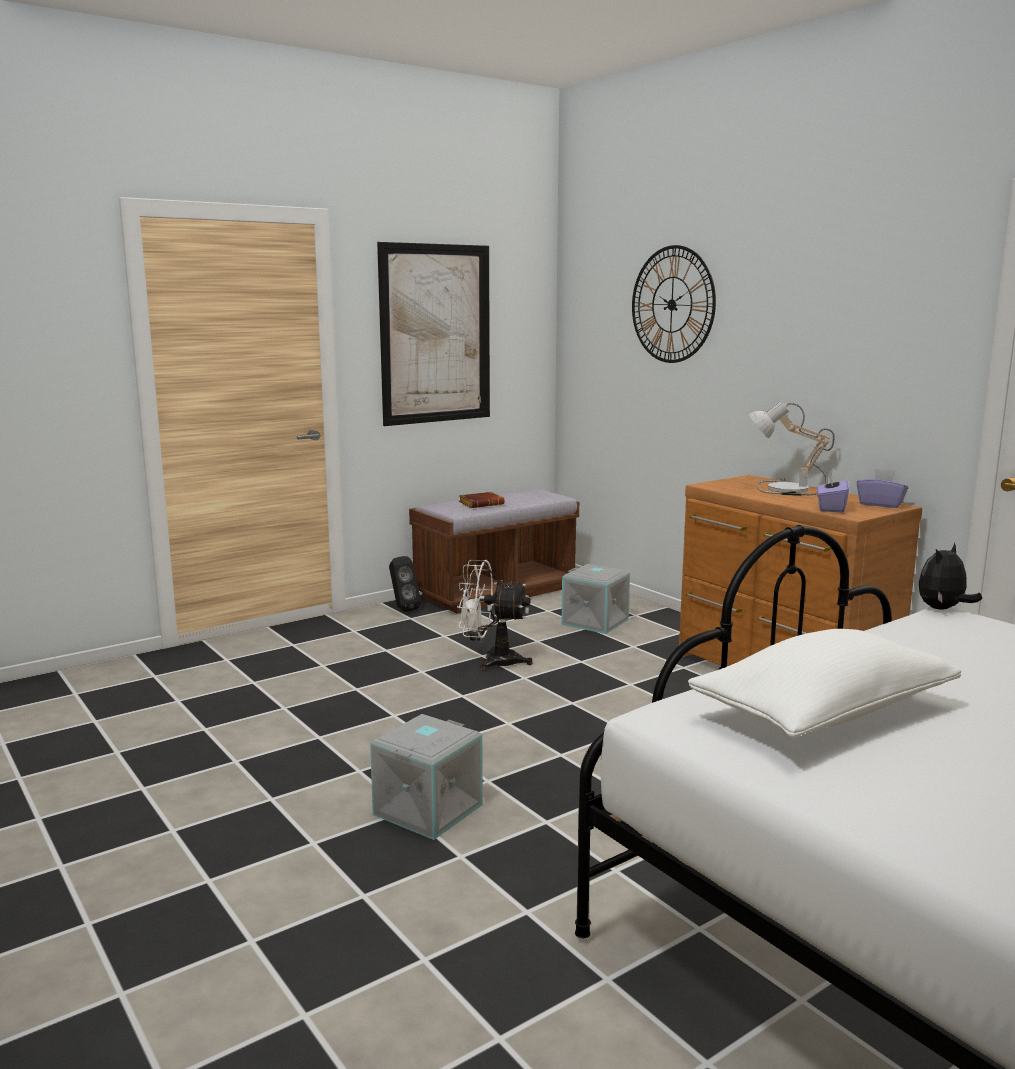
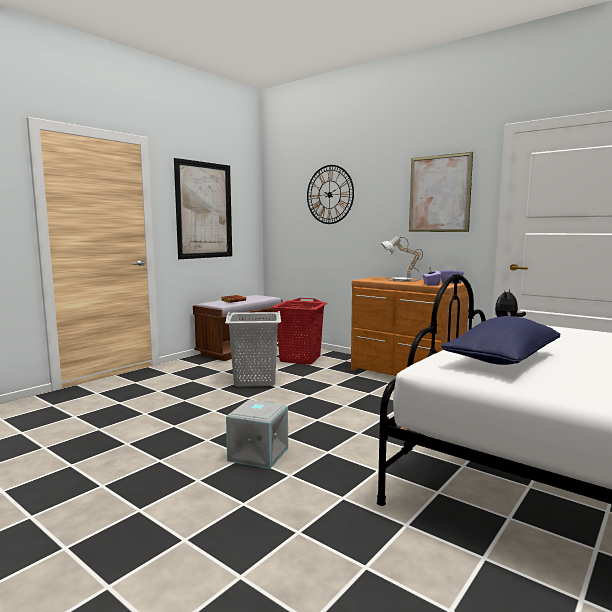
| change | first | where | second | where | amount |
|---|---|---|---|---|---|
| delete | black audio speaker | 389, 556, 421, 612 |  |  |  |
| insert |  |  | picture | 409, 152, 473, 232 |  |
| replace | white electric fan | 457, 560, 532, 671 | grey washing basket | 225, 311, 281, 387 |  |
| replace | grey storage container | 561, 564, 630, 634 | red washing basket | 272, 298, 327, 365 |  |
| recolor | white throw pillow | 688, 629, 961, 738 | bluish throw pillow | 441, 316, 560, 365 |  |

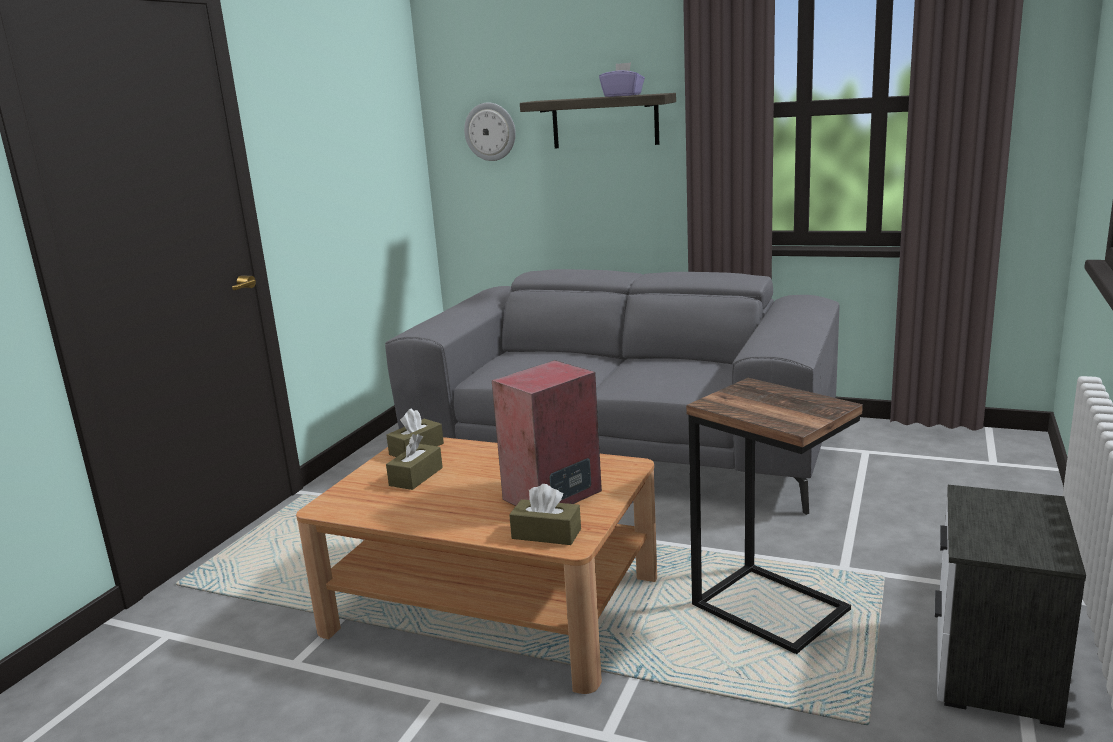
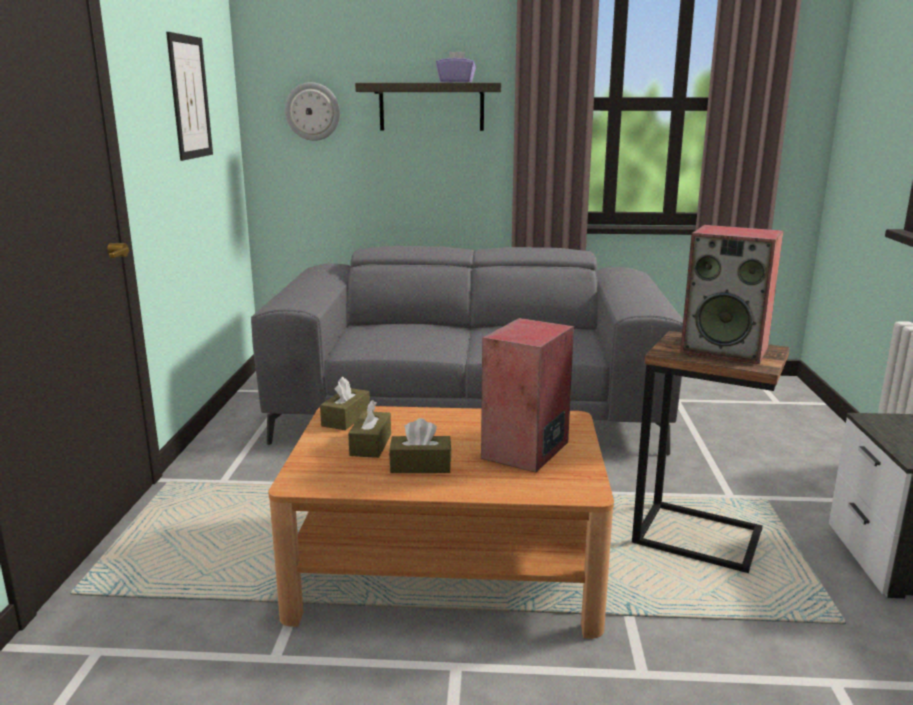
| change | first | where | second | where | amount |
|---|---|---|---|---|---|
| insert |  |  | picture | 166, 32, 213, 161 |  |
| insert |  |  | audio speaker | 680, 225, 783, 364 |  |
| move | brown box of tissues | 509, 484, 581, 545 |  | 389, 418, 451, 473 |  |

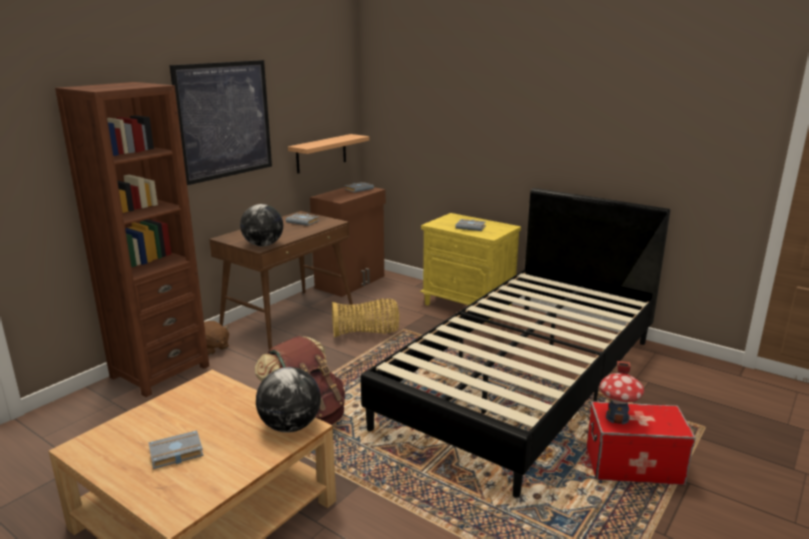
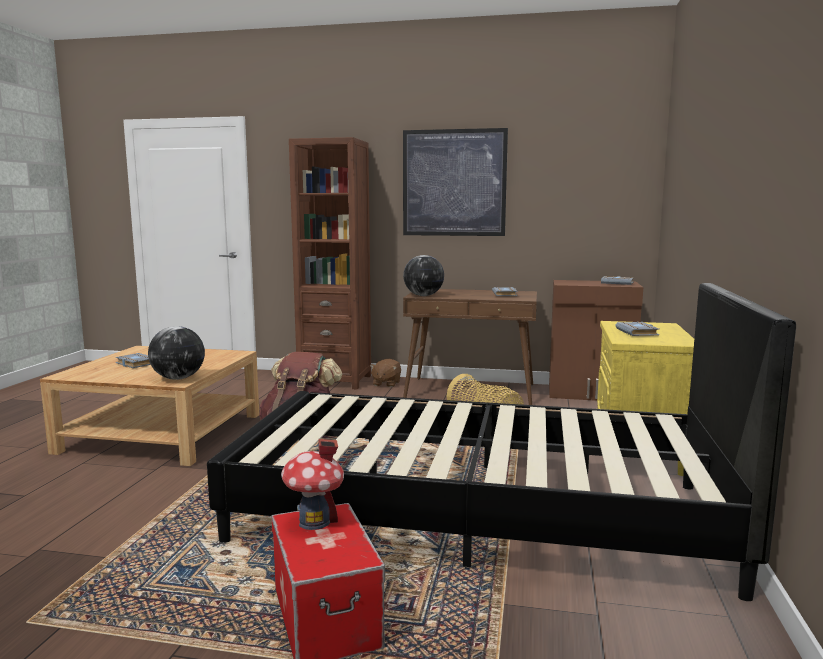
| change | first | where | second | where | amount |
|---|---|---|---|---|---|
| delete | bracket shelf | 288, 134, 369, 173 |  |  |  |

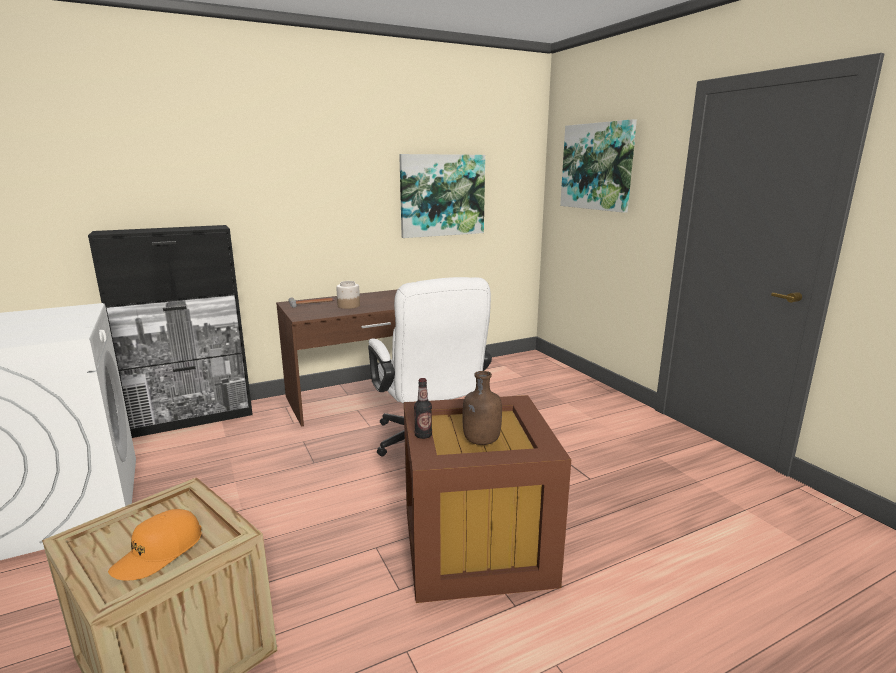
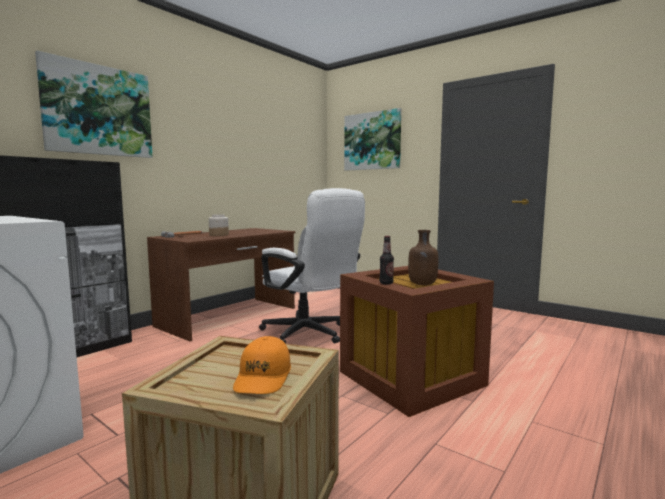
| change | first | where | second | where | amount |
|---|---|---|---|---|---|
| move | picture | 399, 154, 485, 238 |  | 35, 51, 153, 158 |  |

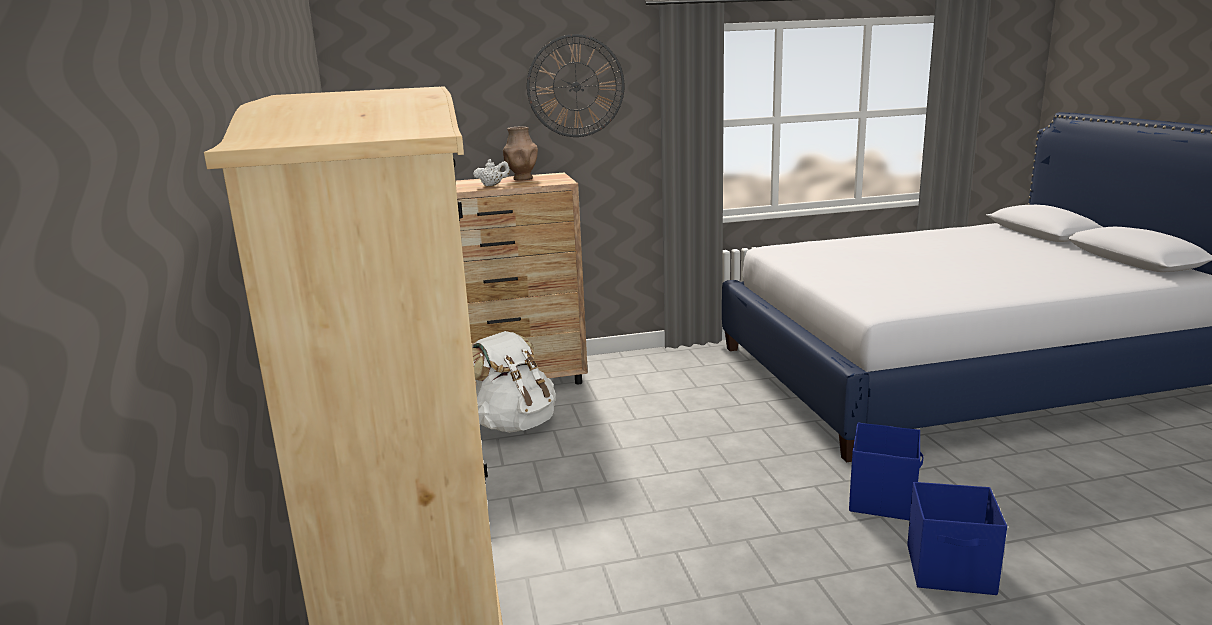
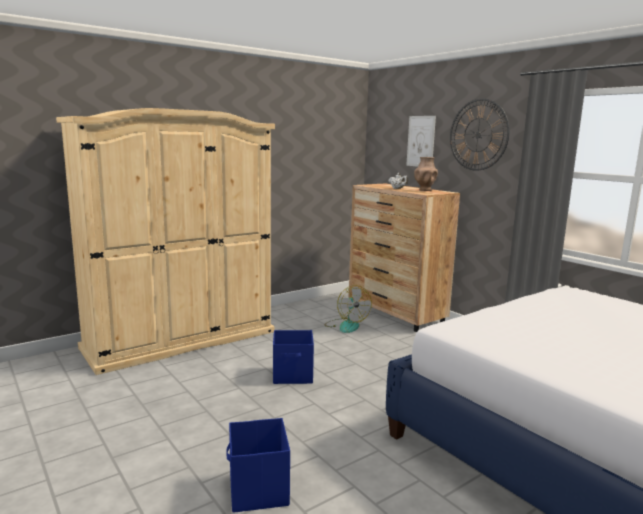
| change | first | where | second | where | amount |
|---|---|---|---|---|---|
| insert |  |  | picture | 406, 116, 436, 167 |  |
| move | bluish storage container | 849, 422, 923, 520 |  | 273, 330, 314, 384 |  |
| replace | white knapsack | 472, 331, 556, 433 | electric fan | 325, 285, 372, 333 |  |

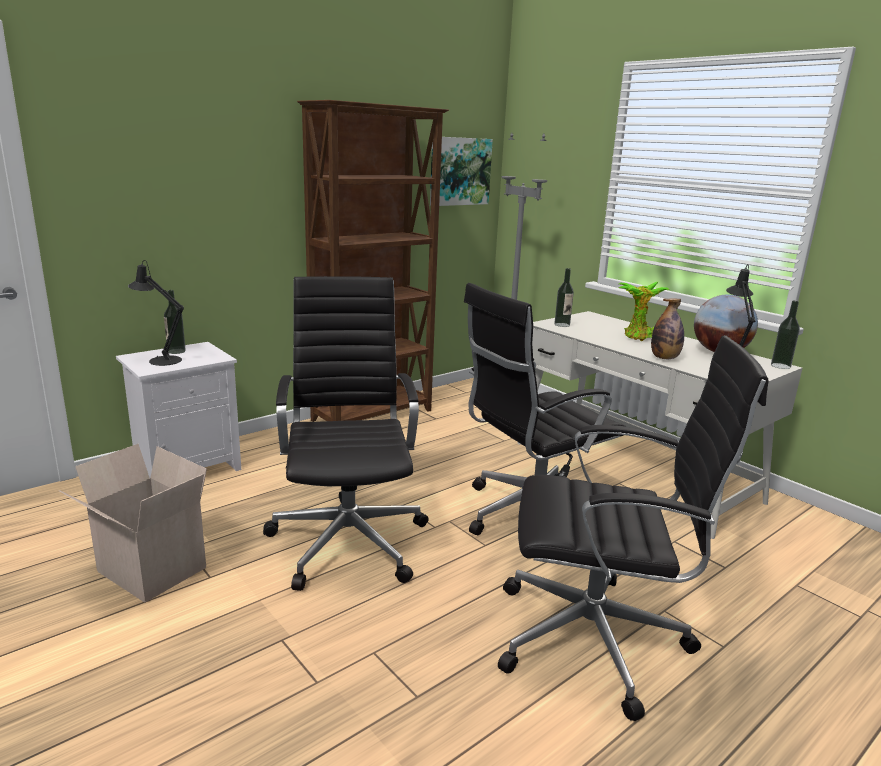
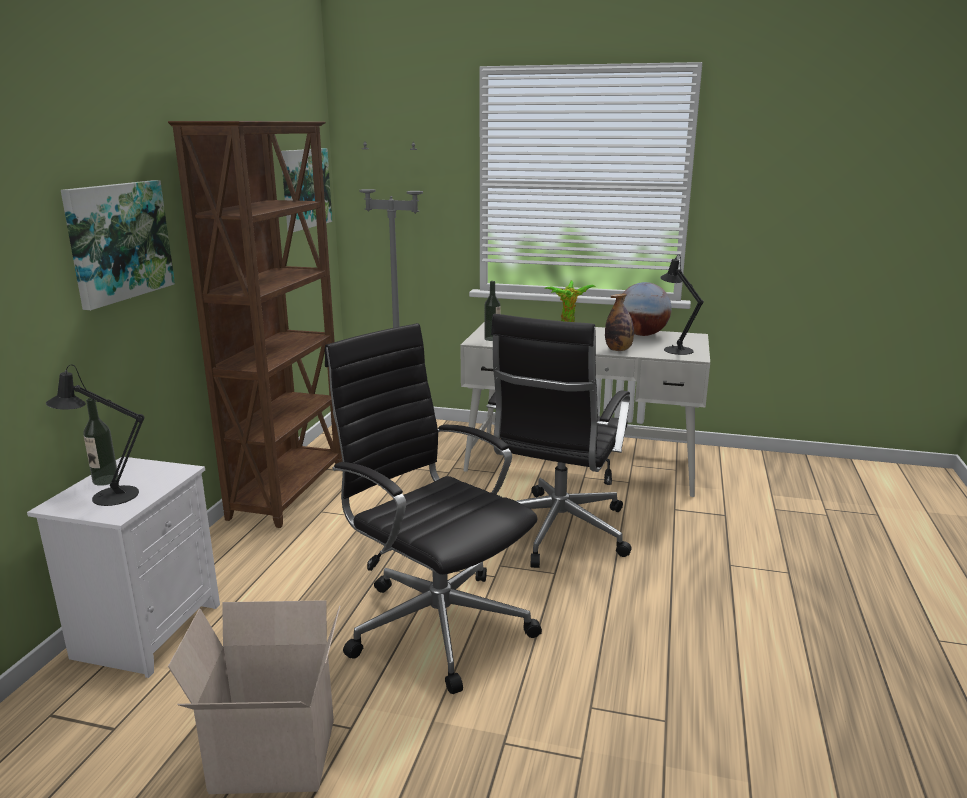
| change | first | where | second | where | amount |
|---|---|---|---|---|---|
| delete | black office chair | 498, 335, 768, 721 |  |  |  |
| delete | bottle | 771, 300, 800, 369 |  |  |  |
| insert |  |  | picture | 61, 180, 175, 310 |  |

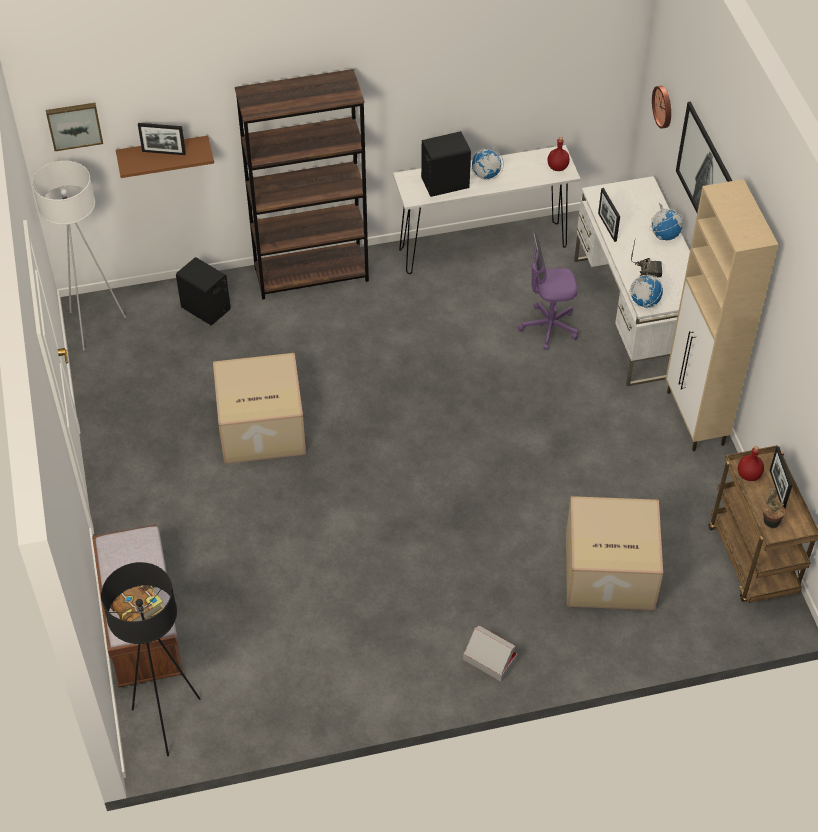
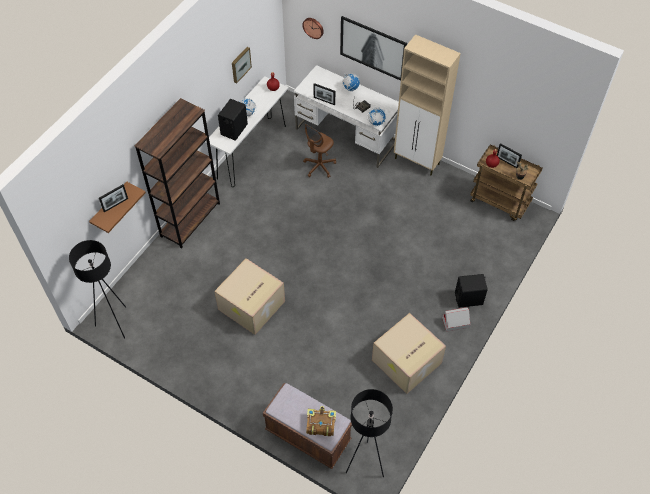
| change | first | where | second | where | amount |
|---|---|---|---|---|---|
| move | picture | 46, 103, 103, 151 |  | 232, 47, 252, 83 |  |
| move | black audio speaker | 176, 257, 231, 325 |  | 455, 274, 488, 308 |  |
| move | packing box | 566, 496, 663, 610 |  | 372, 313, 446, 394 |  |
| recolor | white standard lamp | 32, 161, 126, 350 | black standard lamp | 69, 240, 126, 339 |  |
| recolor | purplish office chair | 518, 232, 578, 350 | brown office chair | 303, 124, 336, 178 |  |

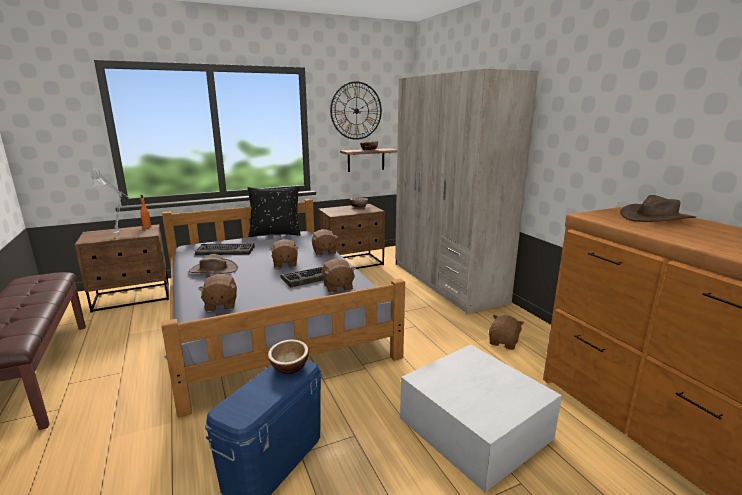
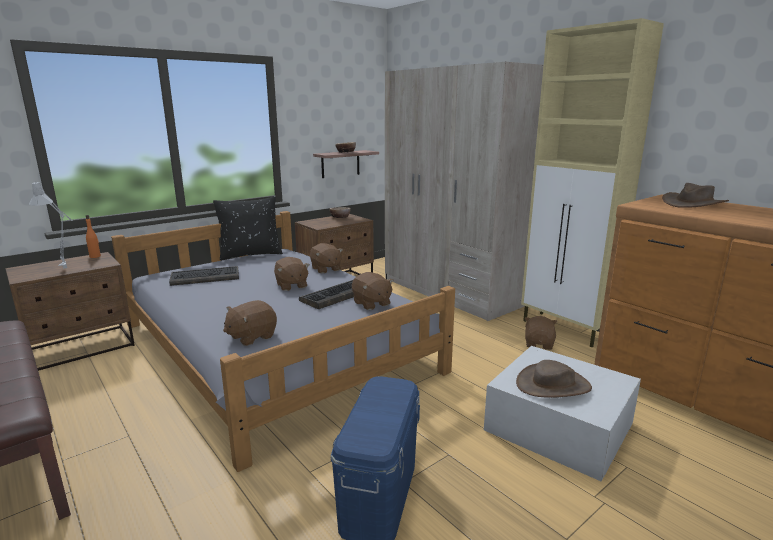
| change | first | where | second | where | amount |
|---|---|---|---|---|---|
| delete | bowl | 268, 340, 309, 374 |  |  |  |
| delete | hanging clock | 330, 81, 382, 140 |  |  |  |
| insert |  |  | sand-coloured storage cabinet | 521, 18, 664, 347 |  |
| move | brown wearable hat | 189, 254, 238, 274 |  | 516, 360, 592, 398 |  |
| rotate | brown cuddly toy | 198, 274, 237, 312 |  | 223, 300, 277, 346 | 75 degrees clockwise |

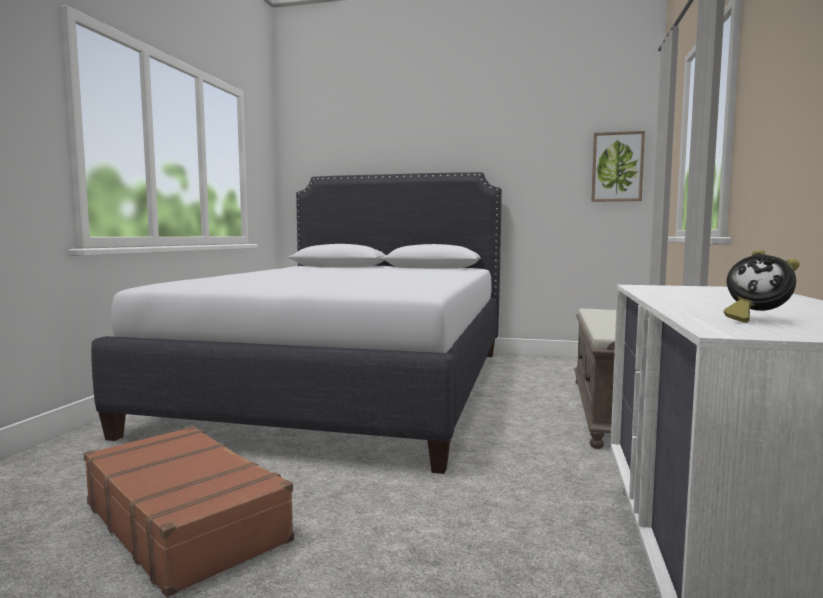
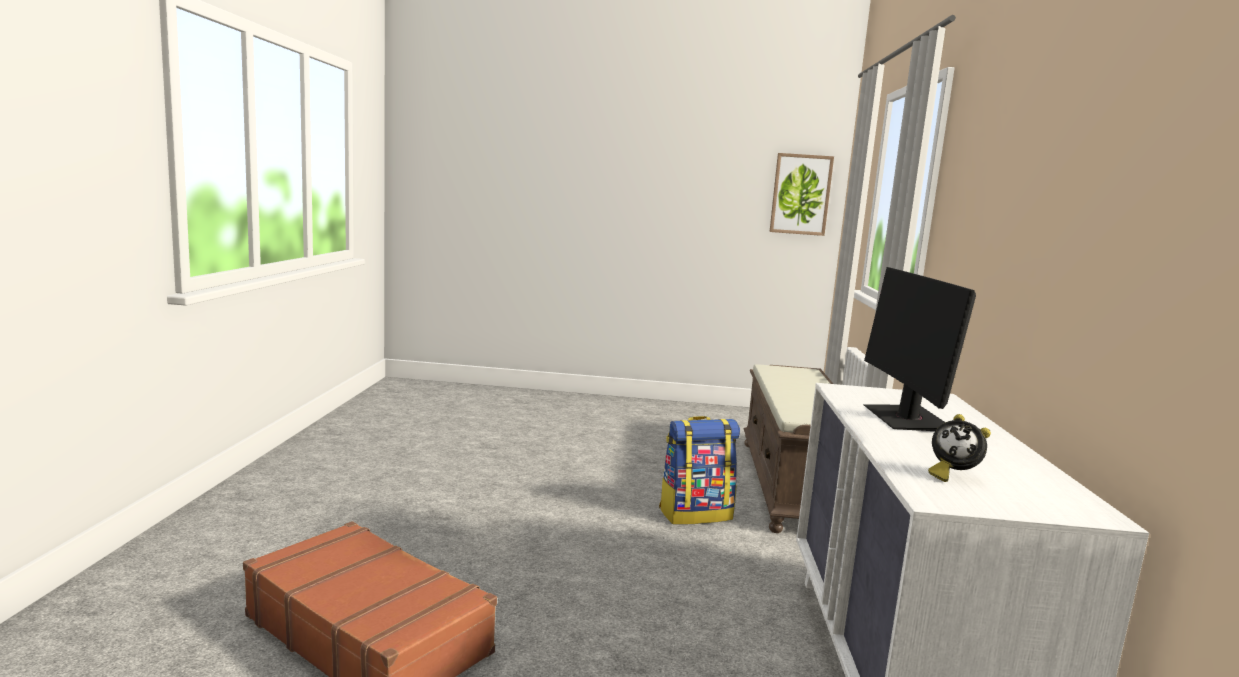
| change | first | where | second | where | amount |
|---|---|---|---|---|---|
| delete | white sleeping bed | 91, 172, 502, 474 |  |  |  |
| insert |  |  | knapsack | 659, 416, 740, 525 |  |
| insert |  |  | monitor | 863, 267, 976, 431 |  |

